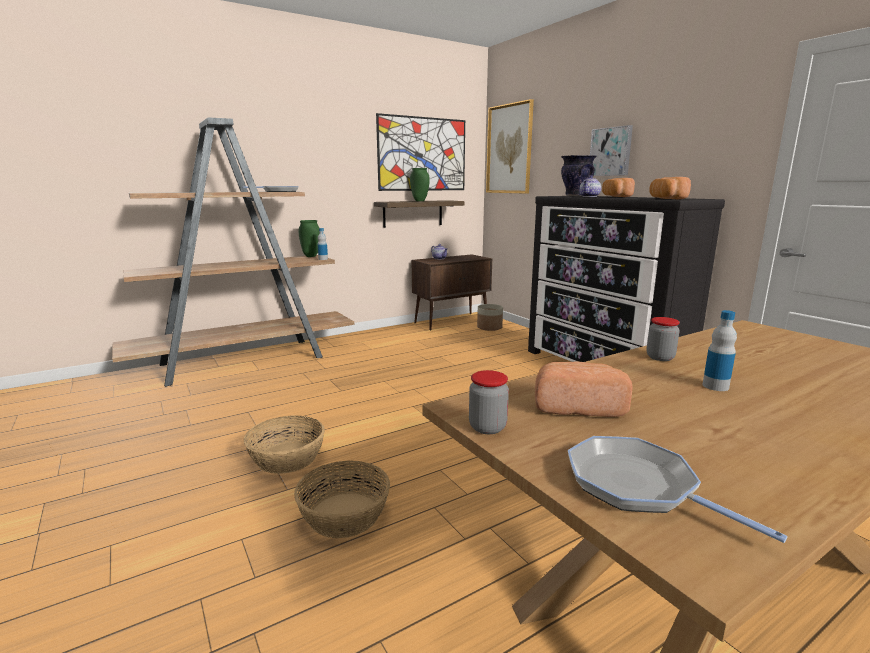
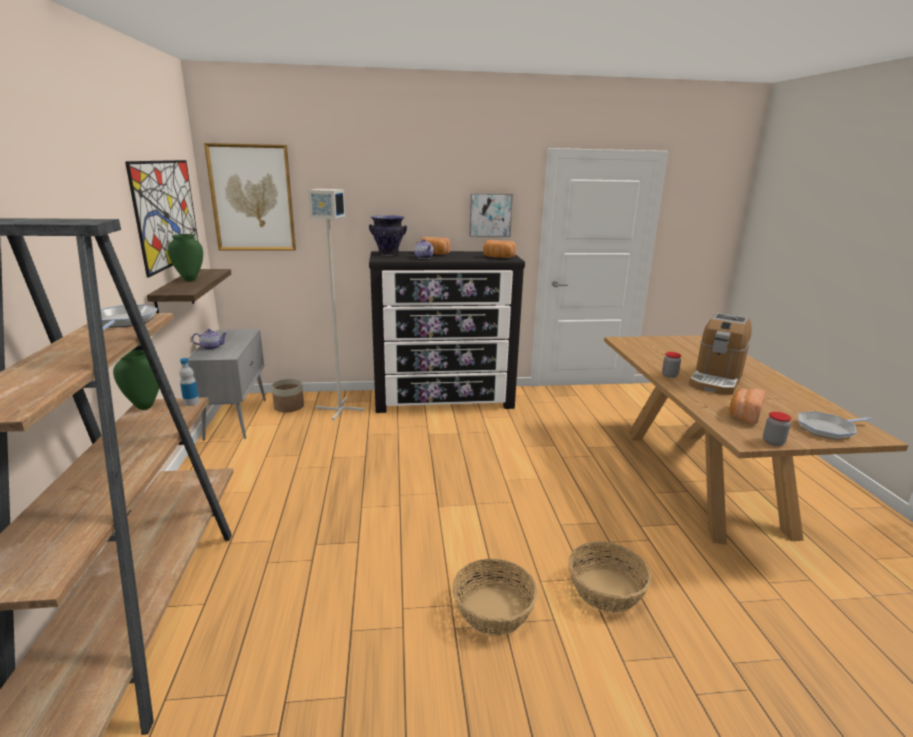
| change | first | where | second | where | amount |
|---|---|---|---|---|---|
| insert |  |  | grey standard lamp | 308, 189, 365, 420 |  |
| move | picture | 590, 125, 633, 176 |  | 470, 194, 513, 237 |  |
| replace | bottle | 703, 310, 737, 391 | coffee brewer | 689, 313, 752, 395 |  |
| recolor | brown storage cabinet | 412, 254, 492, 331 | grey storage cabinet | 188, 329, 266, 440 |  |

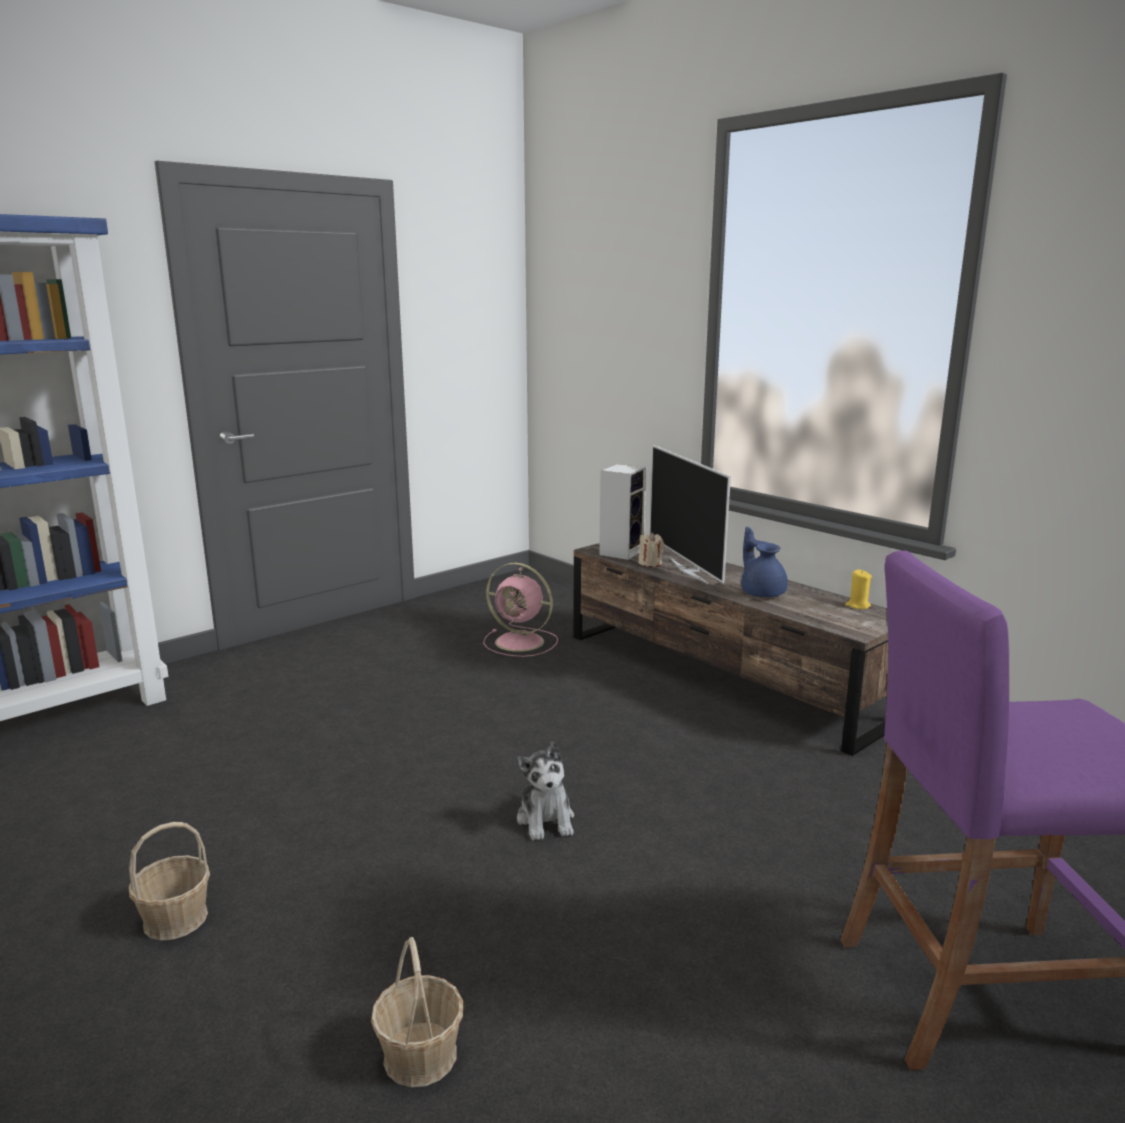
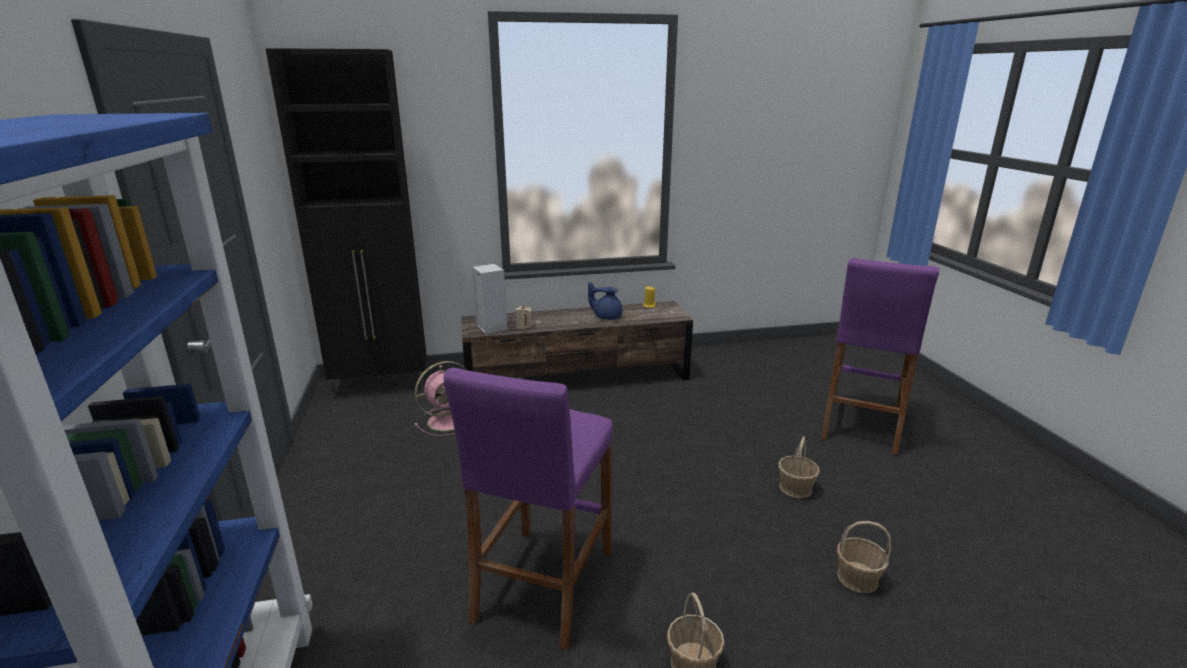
| change | first | where | second | where | amount |
|---|---|---|---|---|---|
| delete | cuddly toy | 517, 742, 574, 841 |  |  |  |
| delete | television | 650, 445, 731, 584 |  |  |  |
| insert |  |  | black storage cabinet | 265, 48, 426, 397 |  |
| insert |  |  | purplish stool seat | 443, 367, 613, 650 |  |
| insert |  |  | basket | 778, 436, 820, 498 |  |

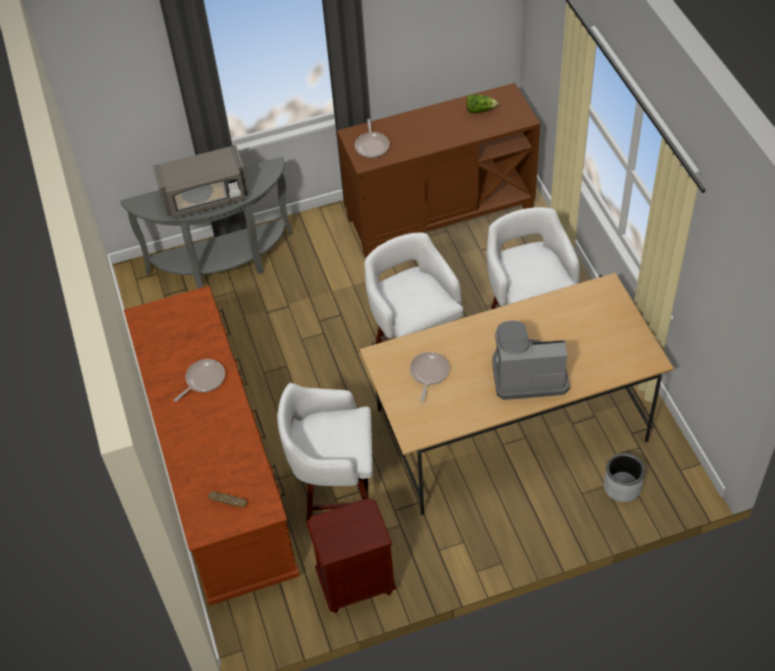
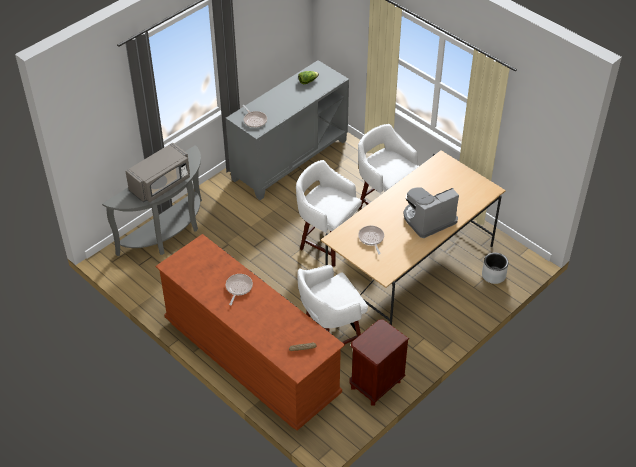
| change | first | where | second | where | amount |
|---|---|---|---|---|---|
| recolor | brown storage cabinet | 337, 83, 540, 257 | grey storage cabinet | 226, 60, 349, 200 |  |

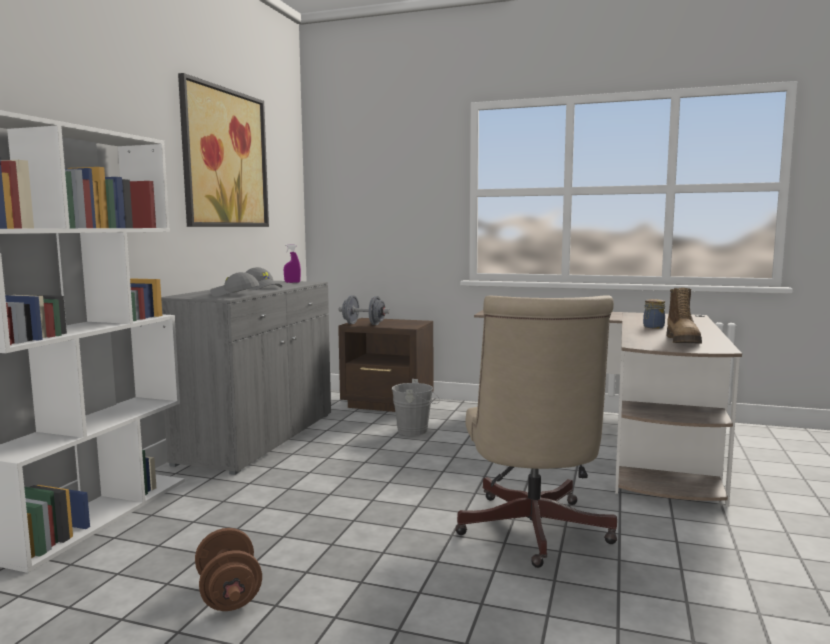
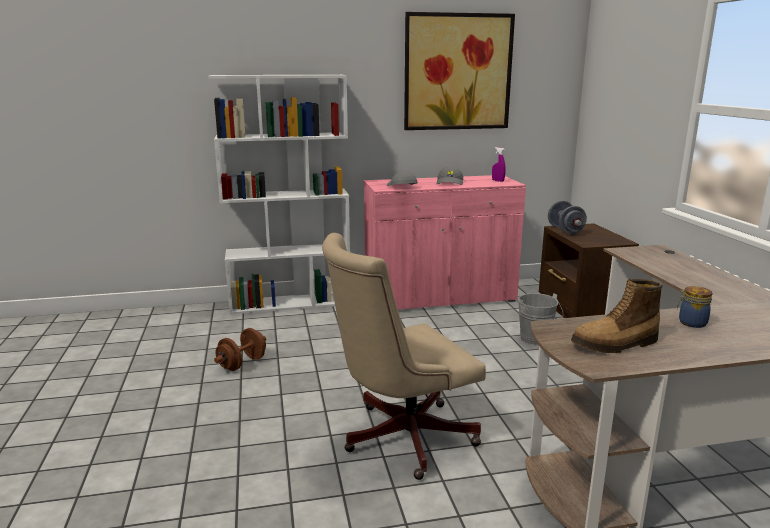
| change | first | where | second | where | amount |
|---|---|---|---|---|---|
| recolor | grey storage cabinet | 161, 281, 331, 475 | pink storage cabinet | 364, 175, 526, 309 |  |

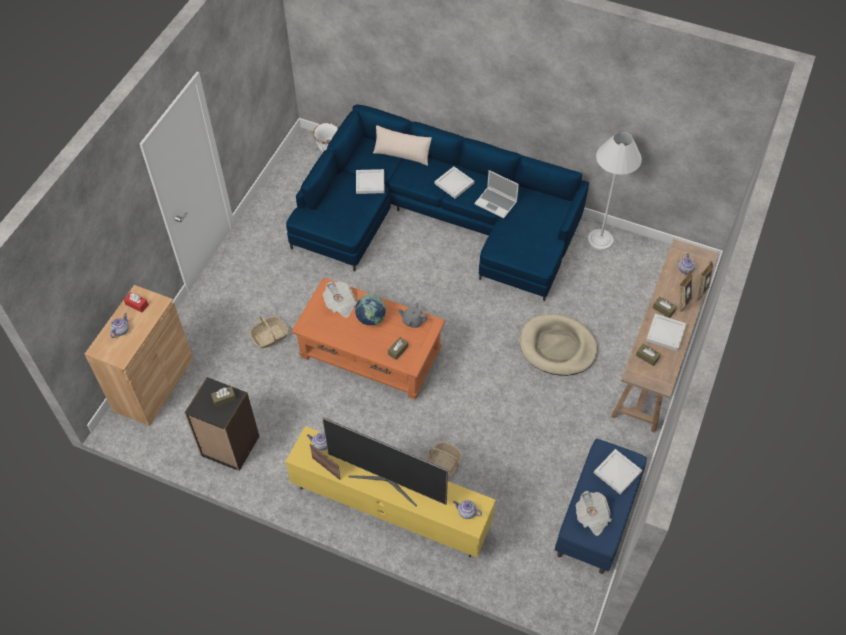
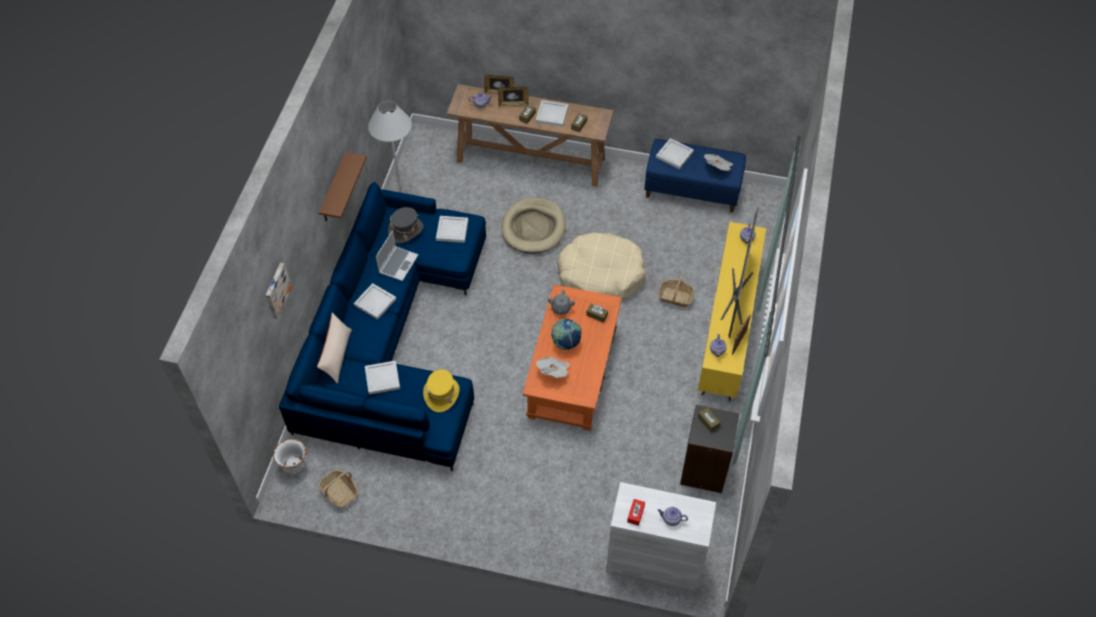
| change | first | where | second | where | amount |
|---|---|---|---|---|---|
| insert |  |  | picture | 266, 263, 292, 319 |  |
| insert |  |  | brown bracket shelf | 319, 152, 367, 222 |  |
| insert |  |  | grey wearable hat | 388, 207, 424, 243 |  |
| insert |  |  | yellow wearable hat | 423, 369, 460, 412 |  |
| insert |  |  | white tray | 436, 216, 468, 243 |  |
| insert |  |  | sand-coloured pet bed | 557, 232, 646, 299 |  |
| move | basket | 249, 315, 288, 349 |  | 318, 470, 358, 507 |  |
| recolor | brown storage cabinet | 85, 285, 193, 426 | white storage cabinet | 606, 482, 716, 593 |  |

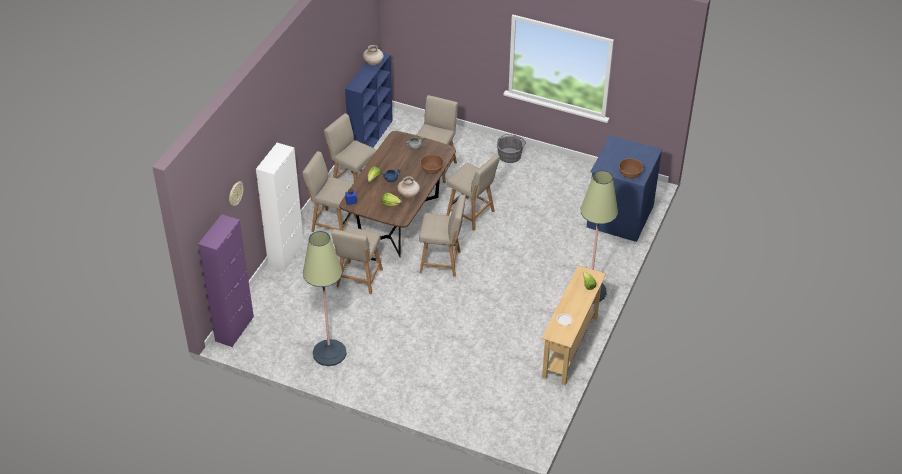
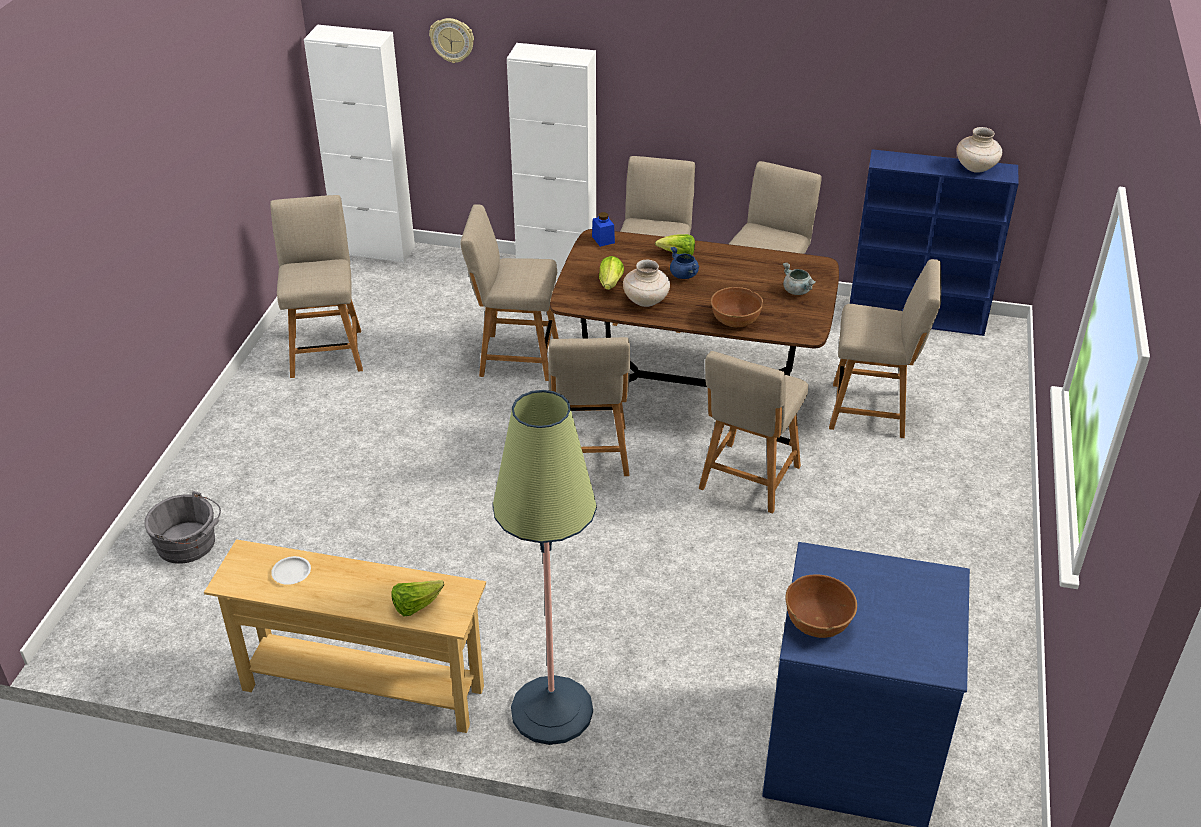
| change | first | where | second | where | amount |
|---|---|---|---|---|---|
| move | grey pail | 497, 134, 526, 163 |  | 144, 491, 221, 564 |  |
| replace | standard lamp | 303, 231, 347, 366 | sand-coloured plain chair | 270, 195, 363, 378 |  |
| recolor | purplish storage cabinet | 198, 214, 254, 347 | white storage cabinet | 304, 25, 415, 263 |  |

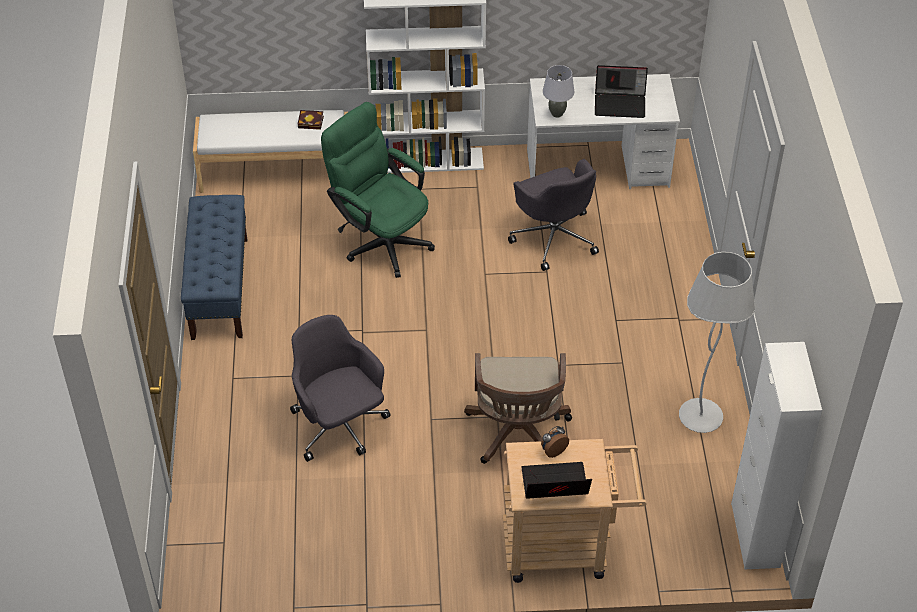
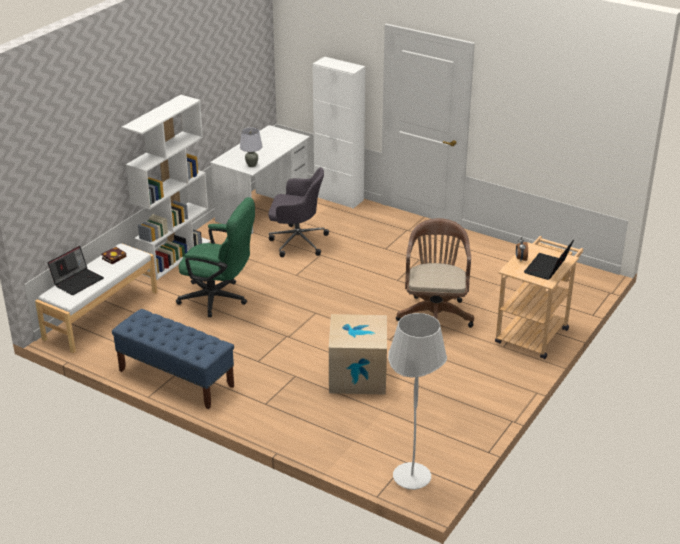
| change | first | where | second | where | amount |
|---|---|---|---|---|---|
| move | portable computer | 595, 65, 648, 118 |  | 48, 246, 104, 295 |  |
| move | white standard lamp | 679, 252, 755, 433 |  | 388, 313, 447, 490 |  |
| move | white storage cabinet | 731, 342, 822, 569 |  | 313, 57, 365, 209 |  |
| replace | grey office chair | 290, 315, 391, 462 | packing box | 329, 314, 387, 395 |  |
| rotate | green office chair | 321, 102, 435, 278 |  | 176, 197, 255, 317 | 150 degrees counterclockwise |
| rotate | brown office chair | 464, 353, 572, 464 |  | 396, 218, 474, 328 | 120 degrees counterclockwise |

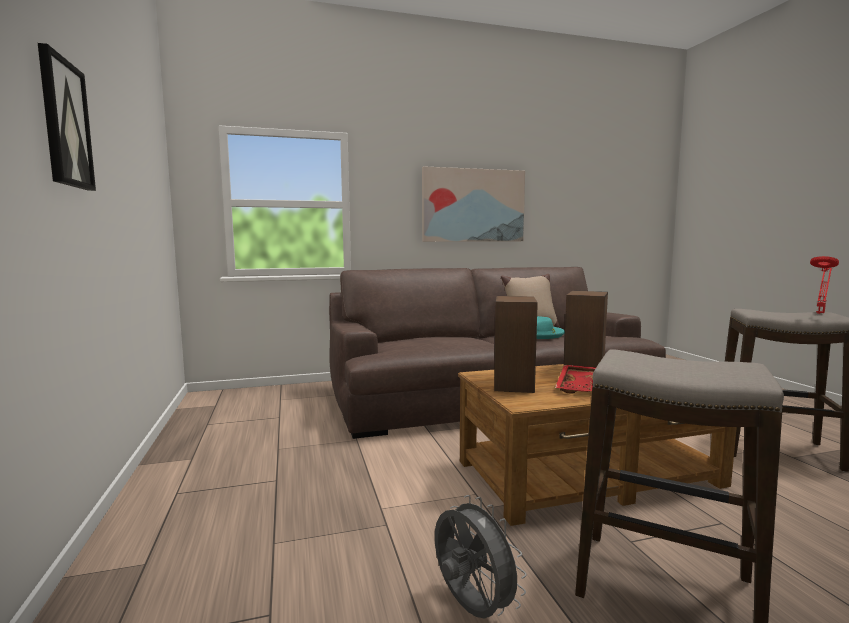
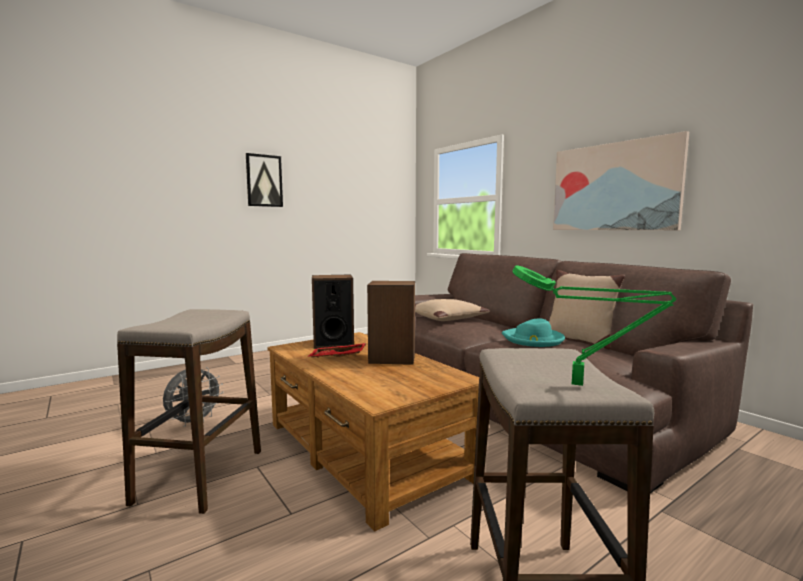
| change | first | where | second | where | amount |
|---|---|---|---|---|---|
| insert |  |  | sand-coloured throw pillow | 415, 299, 490, 321 |  |
| recolor | red lamp for a table | 810, 256, 839, 314 | green lamp for a table | 513, 265, 676, 386 |  |

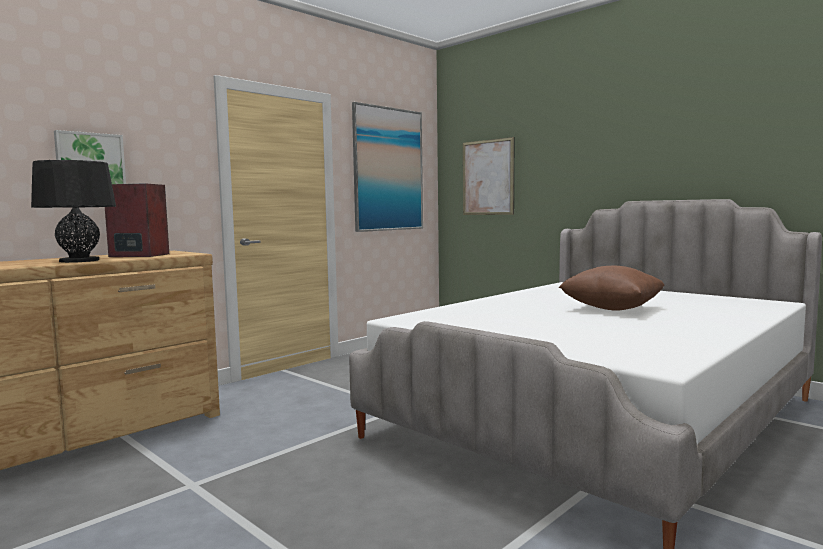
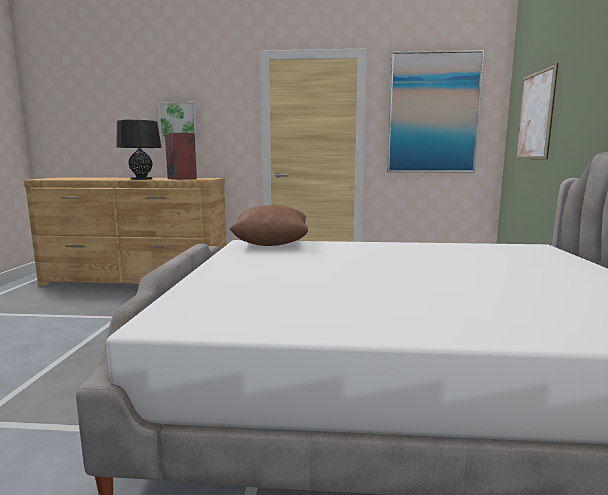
| change | first | where | second | where | amount |
|---|---|---|---|---|---|
| move | brown throw pillow | 558, 266, 665, 311 |  | 230, 205, 308, 246 |  |

